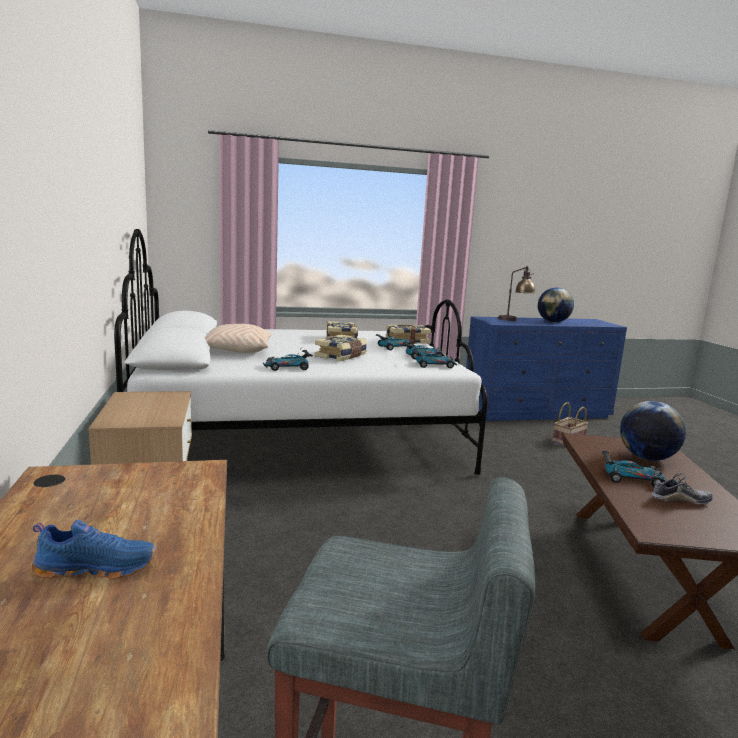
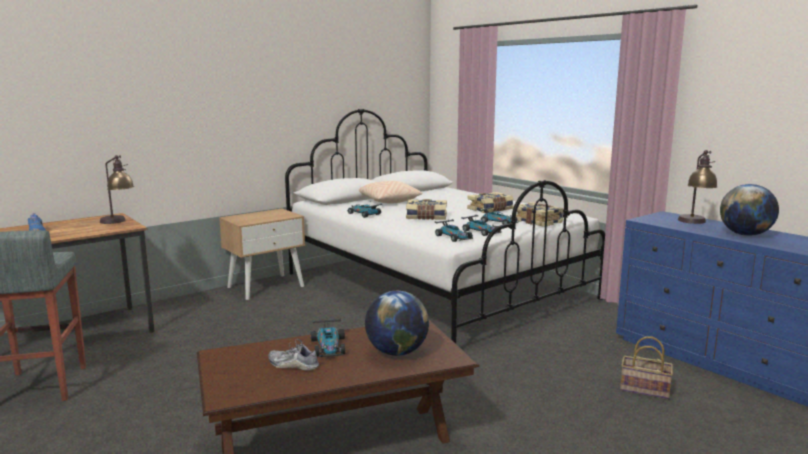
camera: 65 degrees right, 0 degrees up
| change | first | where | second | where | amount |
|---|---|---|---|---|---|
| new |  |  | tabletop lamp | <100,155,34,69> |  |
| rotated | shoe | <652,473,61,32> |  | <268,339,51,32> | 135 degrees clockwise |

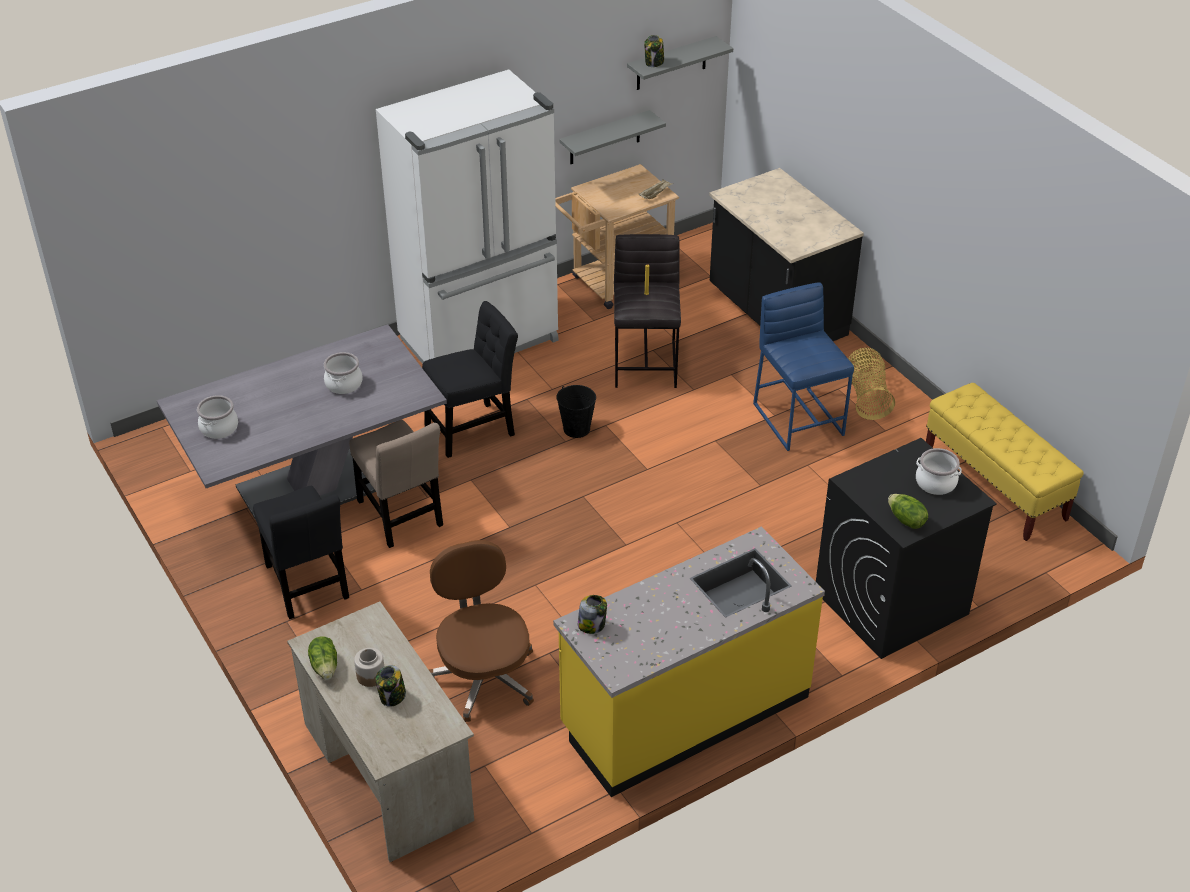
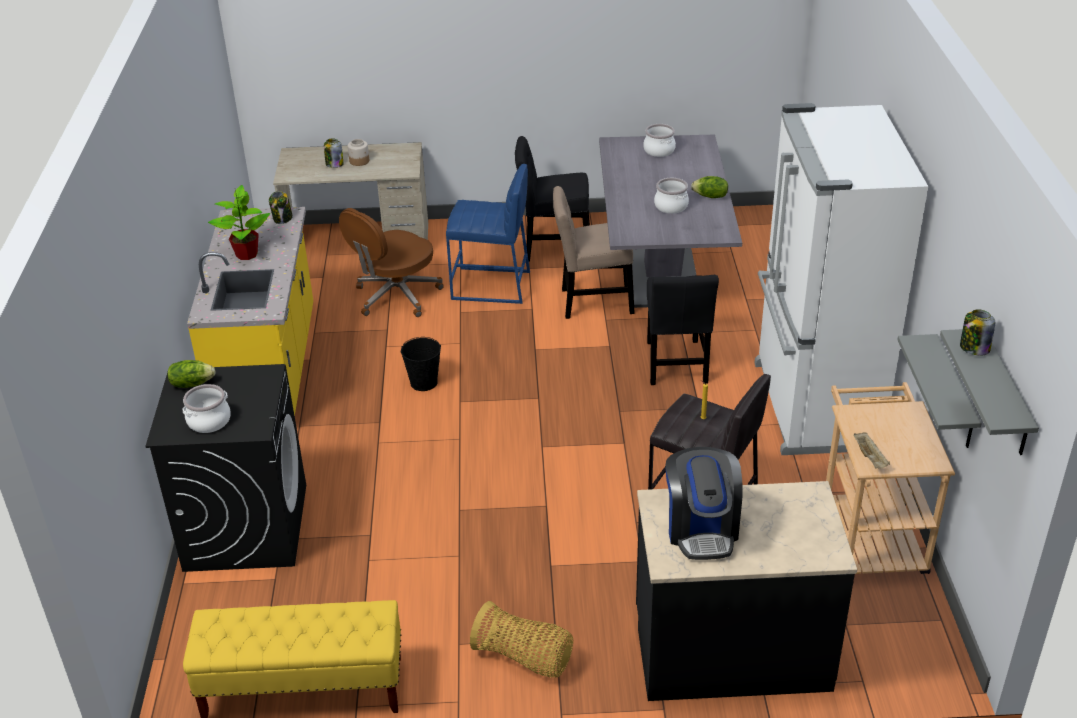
camera: 120 degrees right, 5 degrees down
| change | first | where | second | where | amount |
|---|---|---|---|---|---|
| new |  |  | plant in a pot | <208,185,62,75> |  |
| new |  |  | coffee machine | <665,447,78,113> |  |
| shifted | lettuce head | <308,636,29,44> |  | <691,176,37,22> |  |
| shifted | blackish bucket | <556,385,40,53> |  | <400,337,41,54> |  |
| shifted | bluish sitting stool | <753,282,101,169> |  | <446,164,84,140> |  |
| rotated | brown desk chair | <429,540,105,182> |  | <339,208,105,109> | 120 degrees clockwise |

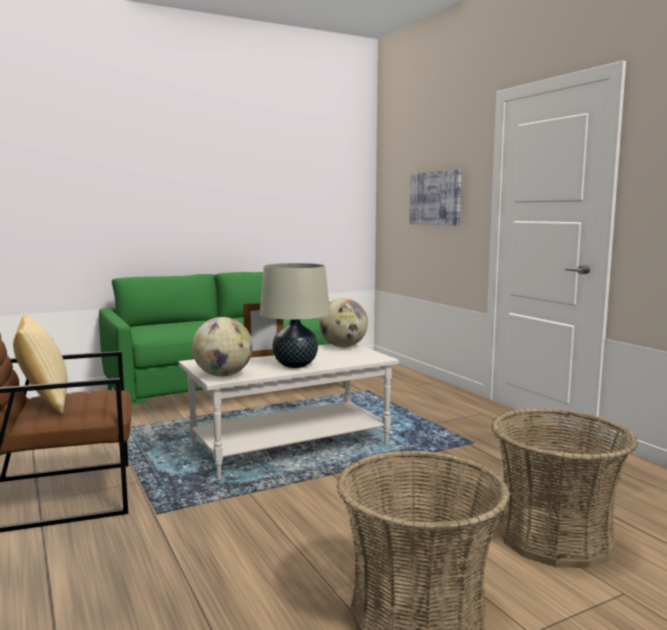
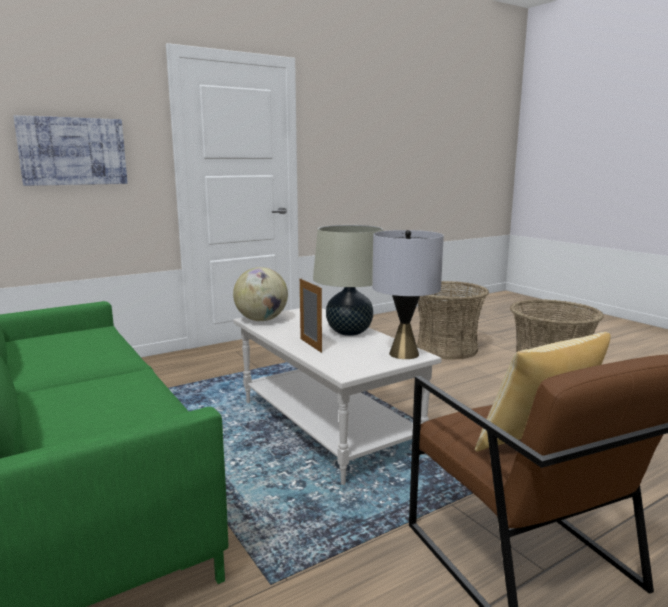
camera: 95 degrees left, 5 degrees up
| change | first | where | second | where | amount |
|---|---|---|---|---|---|
| swapped | globe | <192,317,61,60> | gray tabletop lamp | <372,230,72,129> |  |

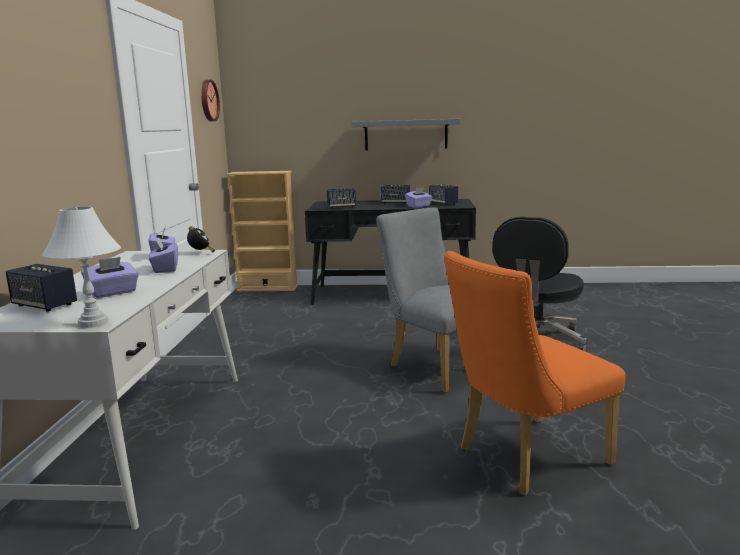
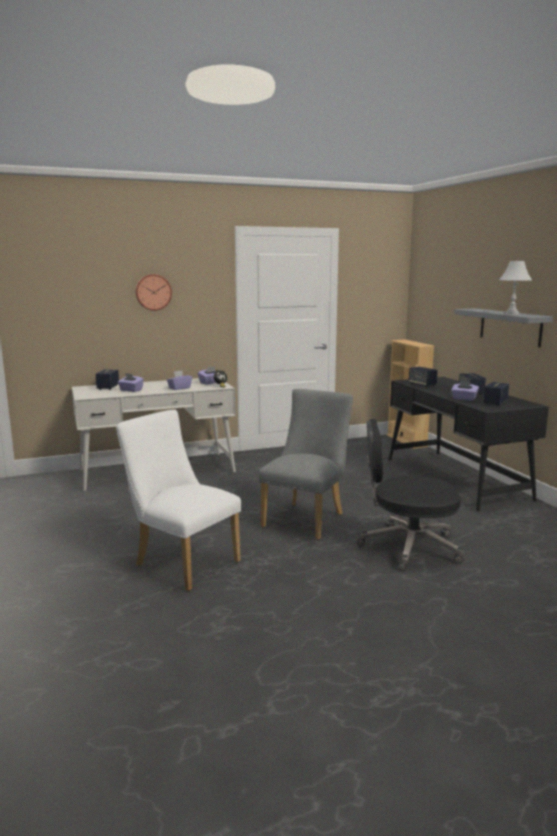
camera: 65 degrees right, 0 degrees up
| change | first | where | second | where | amount |
|---|---|---|---|---|---|
| shifted | whitish tabletop lamp | <42,207,79,121> |  | <499,260,33,54> |  |
| shifted | wall clock | <201,80,19,41> |  | <135,274,37,37> |  |
| repainted | orange upright chair | <444,251,182,245> | whitish upright chair | <116,410,125,181> |  |

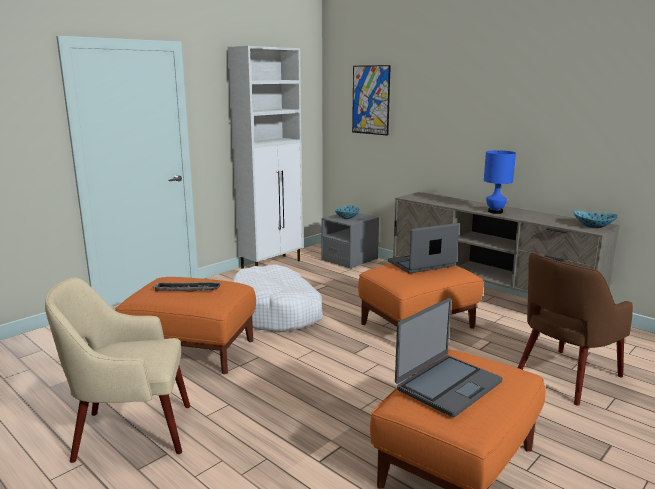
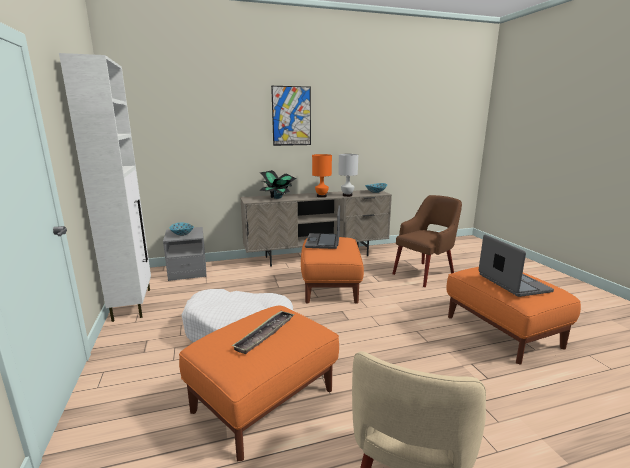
camera: 60 degrees left, 0 degrees up
| change | first | where | second | where | amount |
|---|---|---|---|---|---|
| new |  |  | plant in a pot | <260,170,37,29> |  |
| new |  |  | whitish tabletop lamp | <338,154,20,43> |  |
| shifted | wall art | <352,65,39,71> |  | <271,86,40,60> |  |
| repainted | bluish tabletop lamp | <484,150,32,64> | orange tabletop lamp | <312,154,20,44> |  |
| rotated | brown armchair | <518,253,115,153> |  | <392,195,70,92> | 120 degrees counterclockwise |

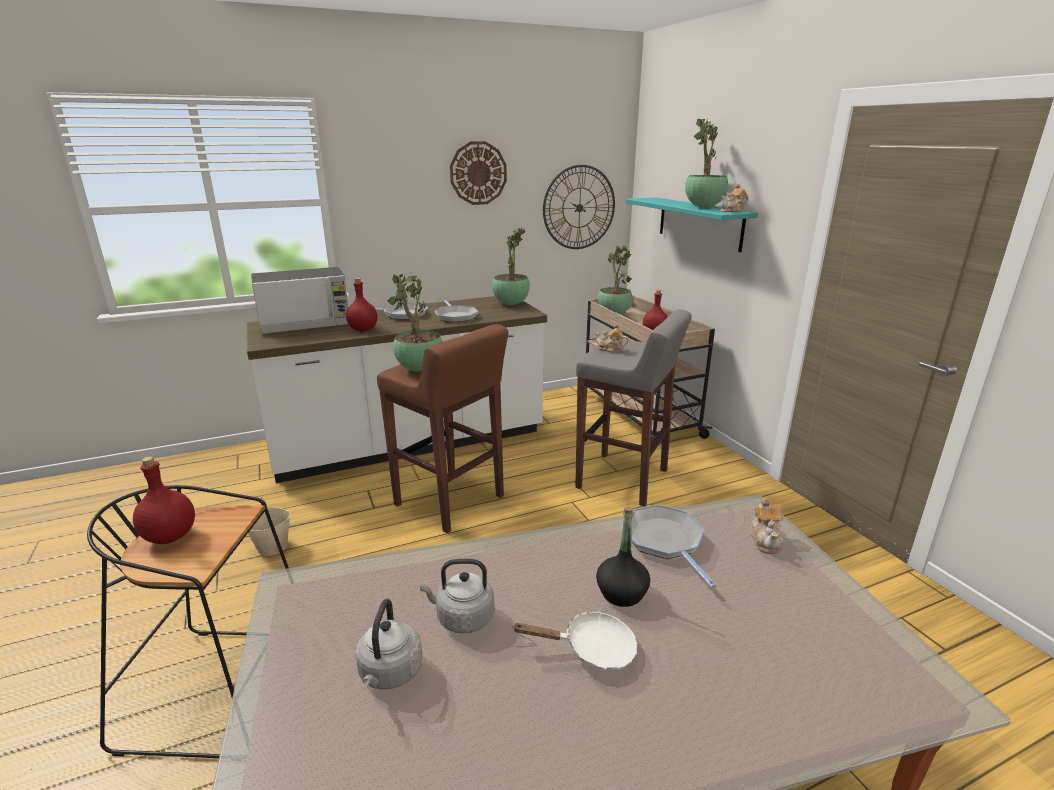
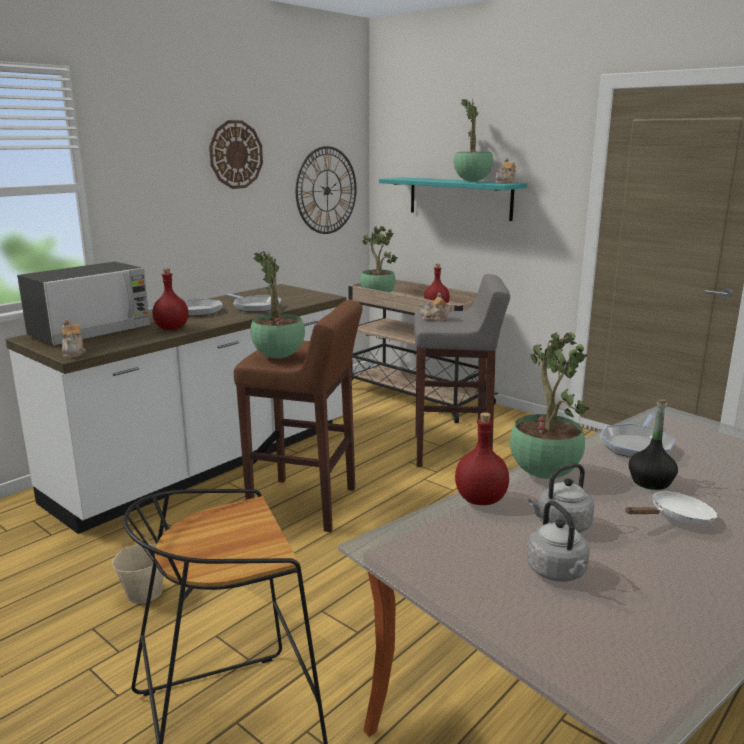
camera: 25 degrees left, 5 degrees down
| change | first | where | second | where | amount |
|---|---|---|---|---|---|
| shifted | reddish beverage bottle | <133,456,62,88> |  | <455,412,54,93> |  |
| shifted | plant in a pot | <492,228,38,77> |  | <510,332,79,147> |  |
| shifted | tea pot | <751,498,33,56> |  | <62,319,24,39> |  |
| rotated | frying pan | <622,504,94,84> |  | <600,413,75,45> | 105 degrees counterclockwise |

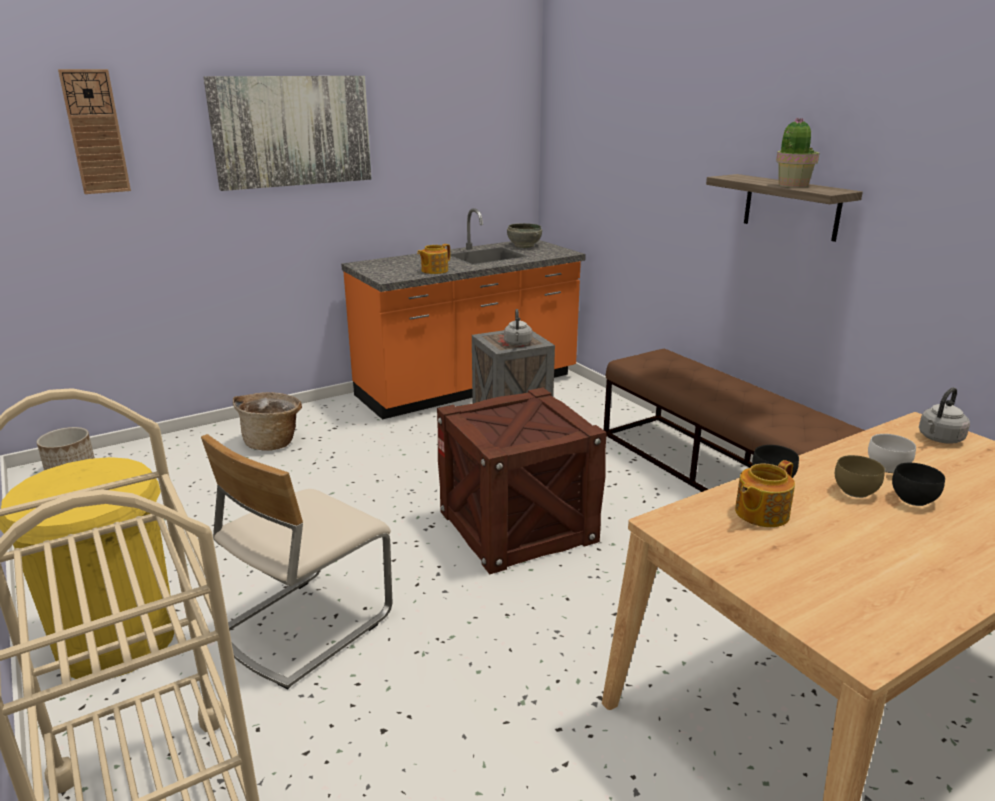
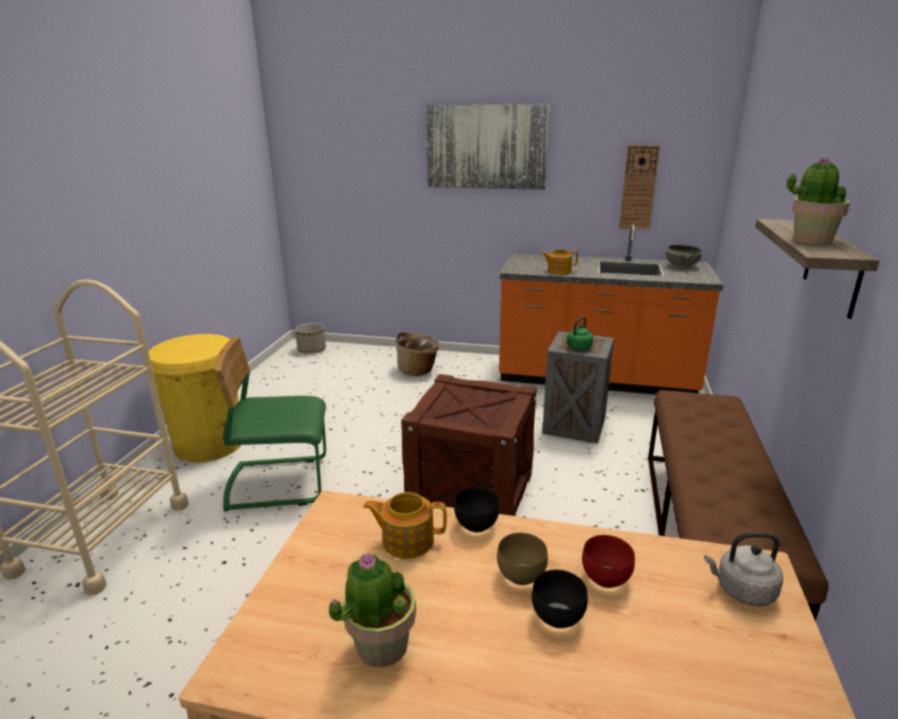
camera: 45 degrees right, 0 degrees up
| change | first | where | second | where | amount |
|---|---|---|---|---|---|
| new |  |  | plant in a pot | <328,553,88,115> |  |
| shifted | wall clock | <58,69,73,125> |  | <619,145,41,85> |  |
| repainted | beige upright chair | <201,434,191,255> | green upright chair | <215,337,111,174> |  |
| repainted | gray tea kettle | <504,309,28,37> | green tea kettle | <566,317,27,34> |  |
| repainted | whitish serving bowl | <868,434,48,39> | reddish serving bowl | <582,535,53,53> |  |

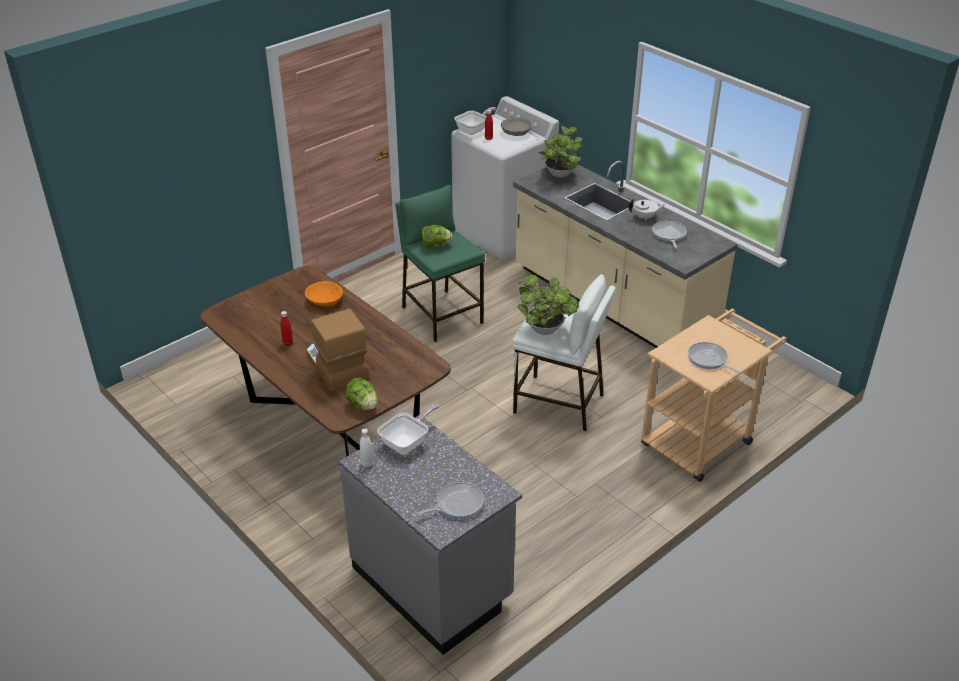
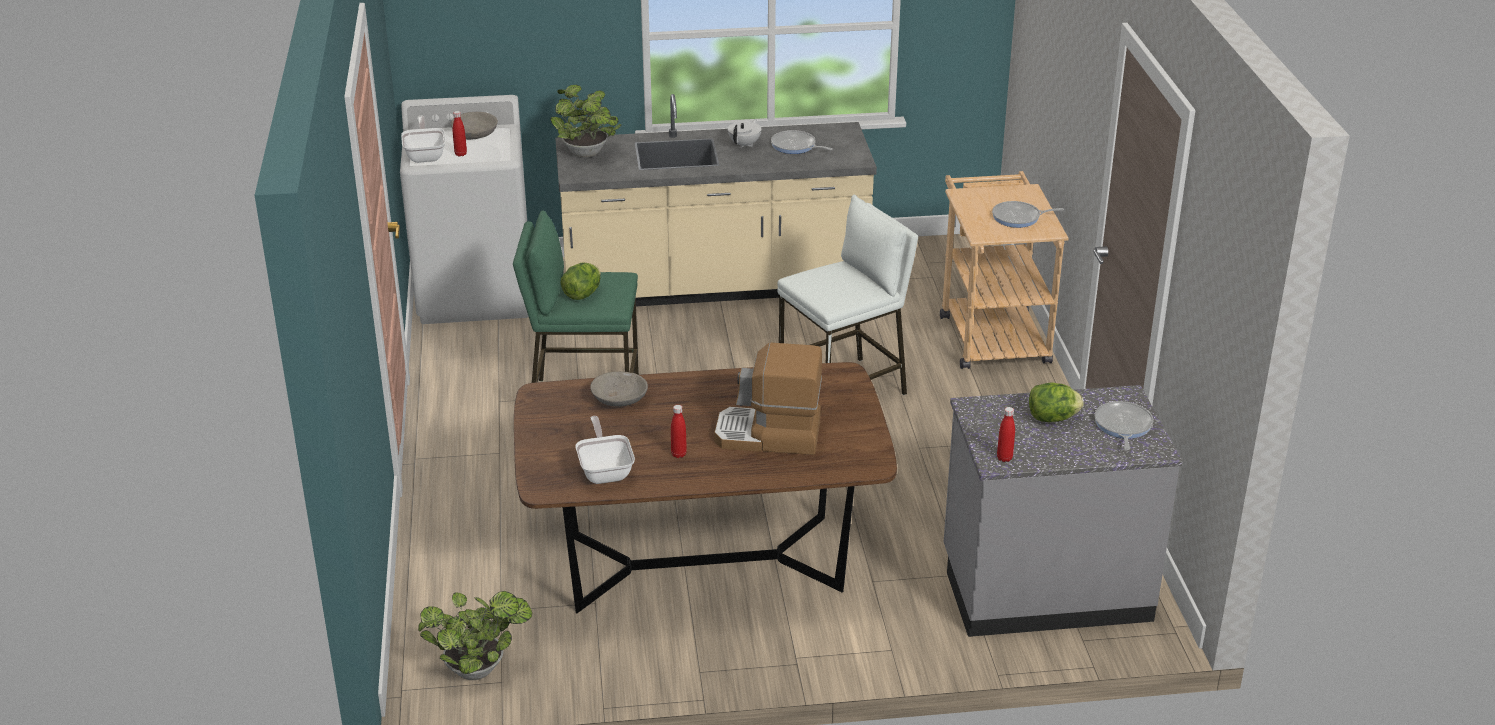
camera: 55 degrees left, 5 degrees down
| change | first | where | second | where | amount |
|---|---|---|---|---|---|
| shifted | lettuce head | <345,377,32,33> |  | <1029,383,55,39> |  |
| shifted | frying pan | <377,404,62,50> |  | <575,416,60,68> |  |
| shifted | plant in a pot | <518,275,61,60> |  | <418,591,114,89> |  |
| repainted | orange serving bowl | <305,281,38,26> | gray serving bowl | <590,372,58,35> |  |
| repainted | whitish beverage bottle | <360,428,13,39> | reddish beverage bottle | <997,407,18,55> |  |

